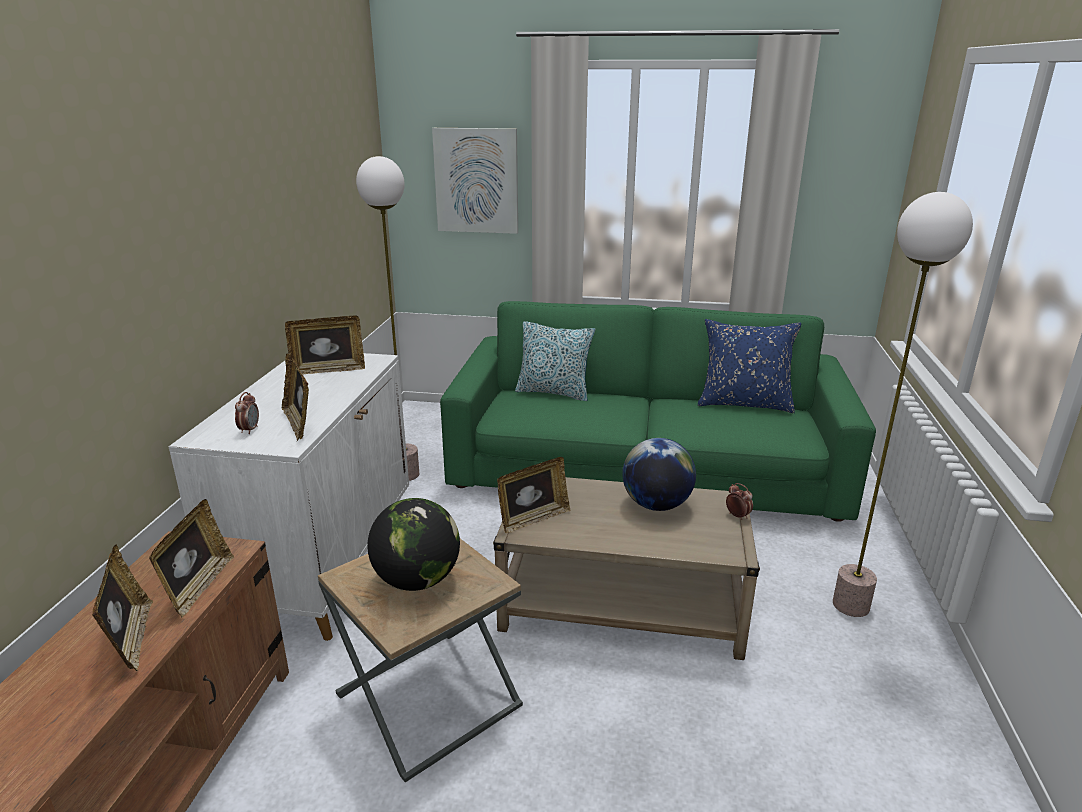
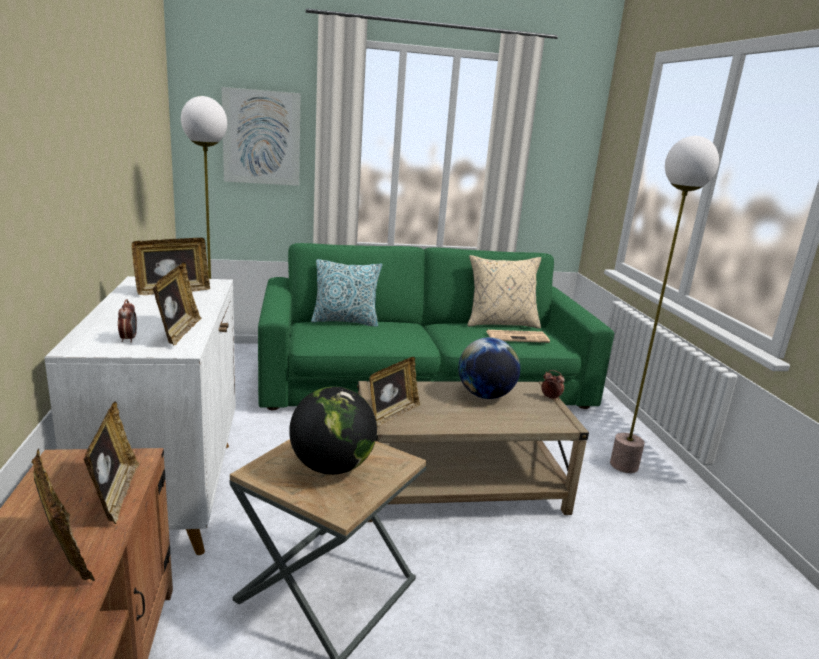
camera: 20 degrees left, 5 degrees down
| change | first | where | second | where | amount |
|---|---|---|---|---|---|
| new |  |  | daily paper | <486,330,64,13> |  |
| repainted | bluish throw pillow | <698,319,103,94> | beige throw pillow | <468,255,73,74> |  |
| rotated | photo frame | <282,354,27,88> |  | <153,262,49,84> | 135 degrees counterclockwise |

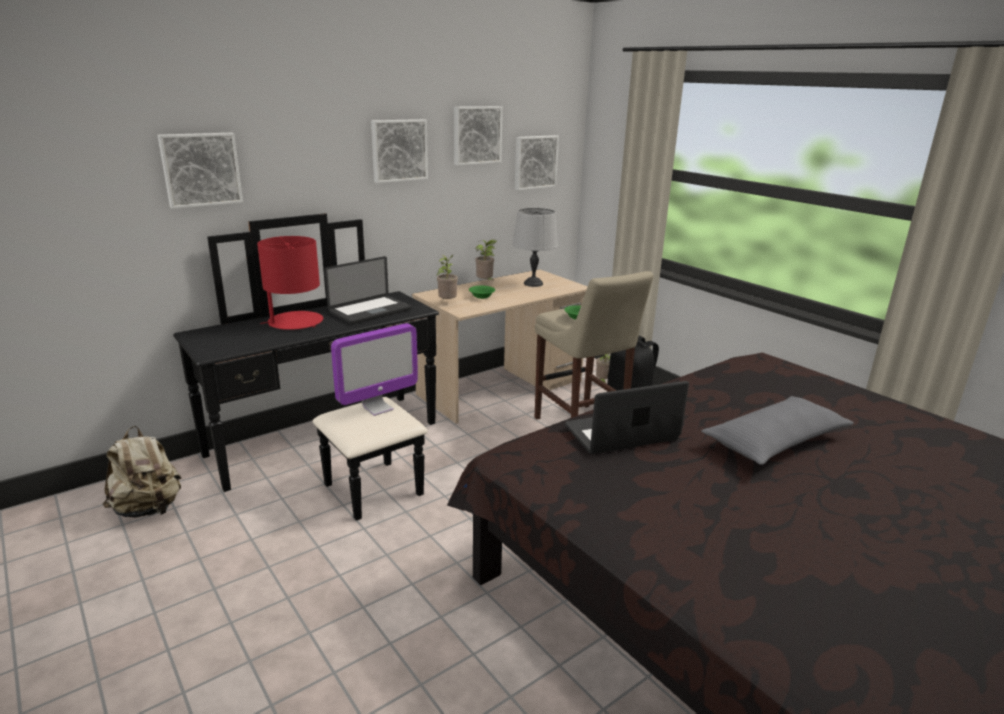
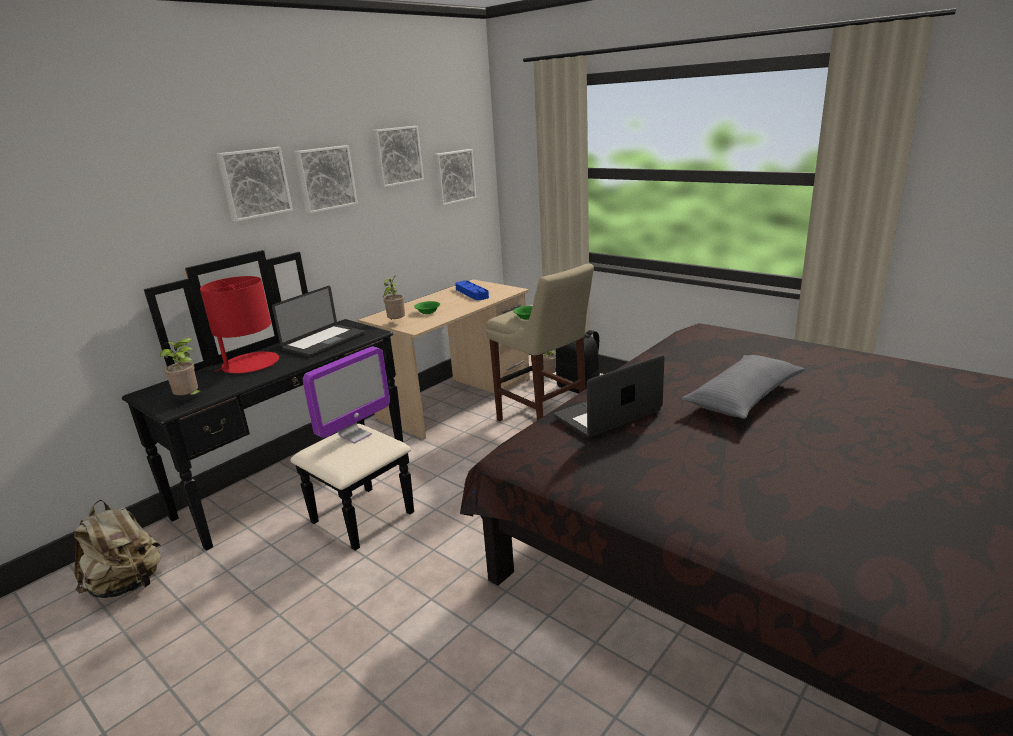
camera: 10 degrees left, 0 degrees up
| change | first | where | second | where | amount |
|---|---|---|---|---|---|
| shifted | wall art | <158,133,85,76> |  | <216,147,77,75> |  |
| shifted | plant in a pot | <475,240,22,40> |  | <160,338,43,57> |  |
| swapped | gray tabletop lamp | <512,208,46,79> | bluish serving tray | <455,281,34,19> |  |

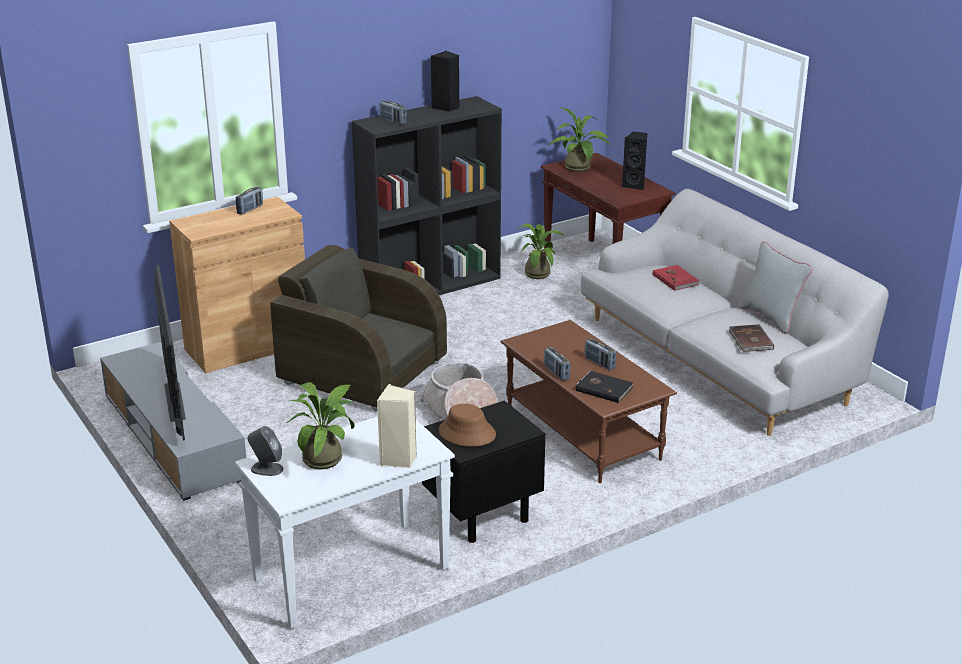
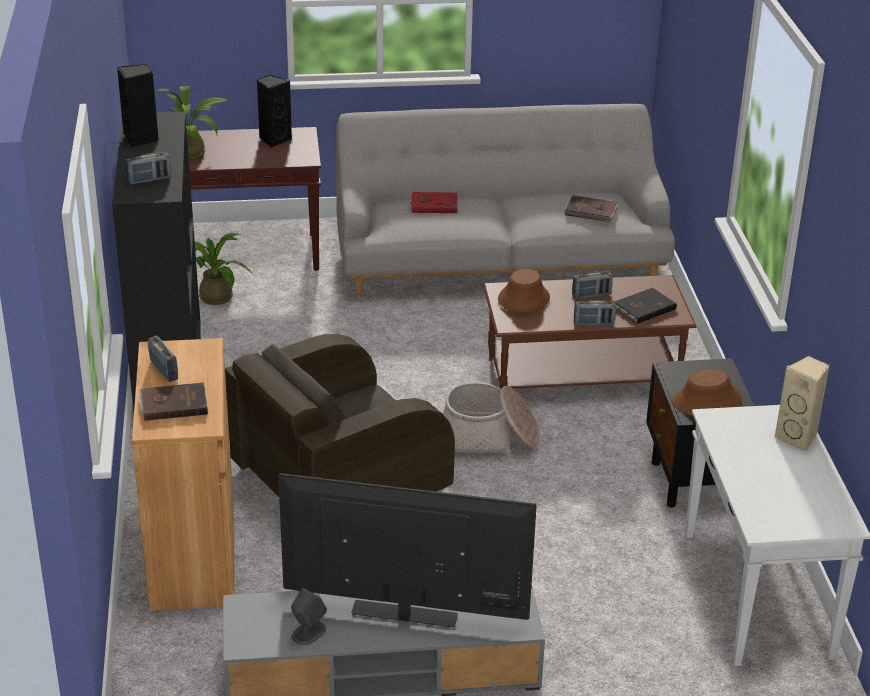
camera: 65 degrees left, 5 degrees up
| change | first | where | second | where | amount |
|---|---|---|---|---|---|
| gone | plant in a pot | <287,382,68,87> |  |  |  |
| gone | gray throw pillow | <739,241,73,93> |  |  |  |
| new |  |  | brown book | <139,382,69,39> |  |
| new |  |  | brown wearable hat | <498,269,52,44> |  |
| shifted | gray audio speaker | <247,426,36,50> |  | <291,588,36,57> |  |

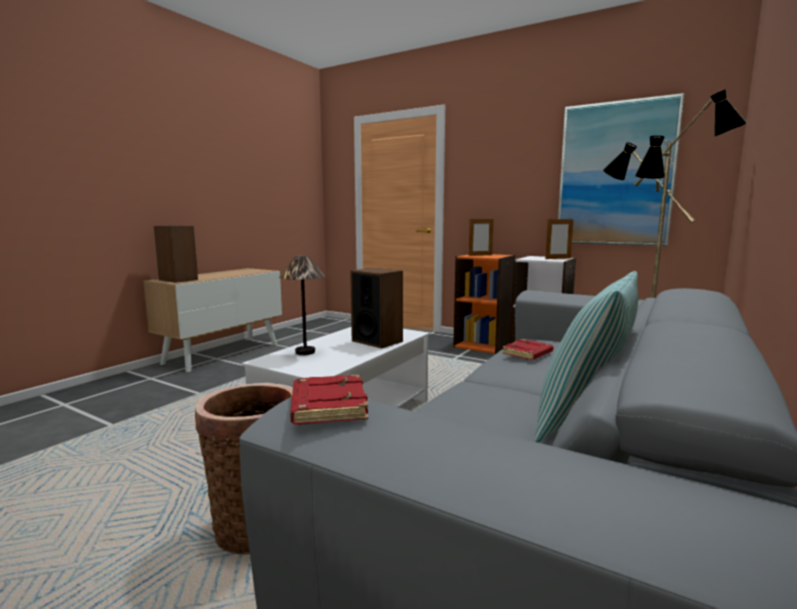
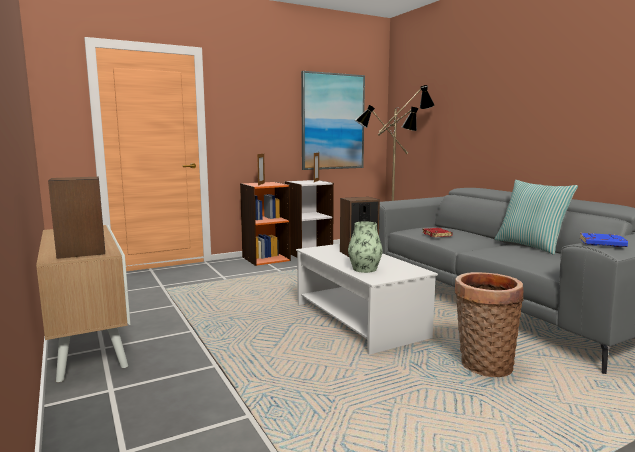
camera: 60 degrees left, 0 degrees up
| change | first | where | second | where | amount |
|---|---|---|---|---|---|
| swapped | tabletop lamp | <279,255,46,100> | flower vase | <348,221,35,52> |  |
| repainted | reddish book | <290,375,78,50> | bluish book | <580,233,48,14> |  |

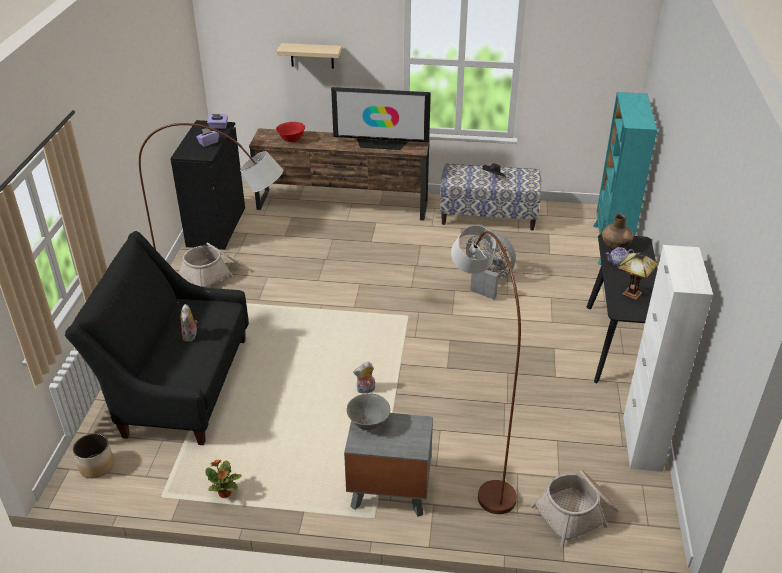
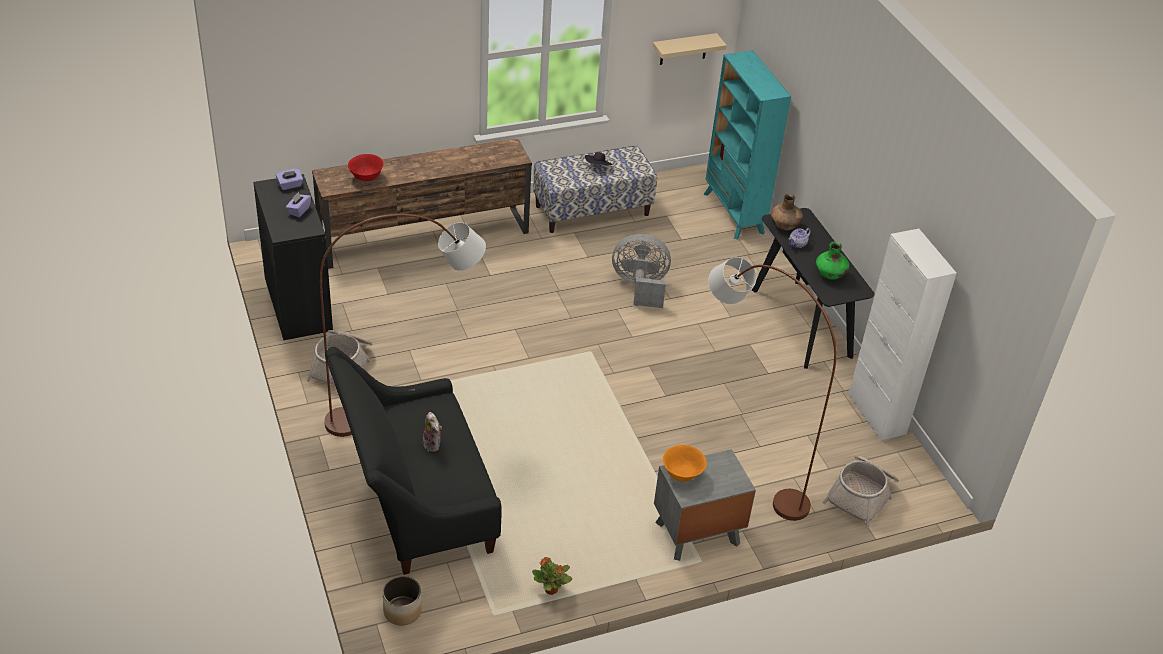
camera: 30 degrees left, 5 degrees up
| change | first | where | second | where | amount |
|---|---|---|---|---|---|
| gone | television | <331,87,100,63> |  |  |  |
| gone | soft toy | <353,362,22,32> |  |  |  |
| shifted | beige bracket shelf | <277,43,65,26> |  | <653,33,74,32> |  |
| swapped | tabletop lamp | <617,252,42,48> | green flower vase | <816,242,33,37> |  |
| repainted | gray serving bowl | <346,393,44,37> | orange serving bowl | <663,445,44,37> |  |

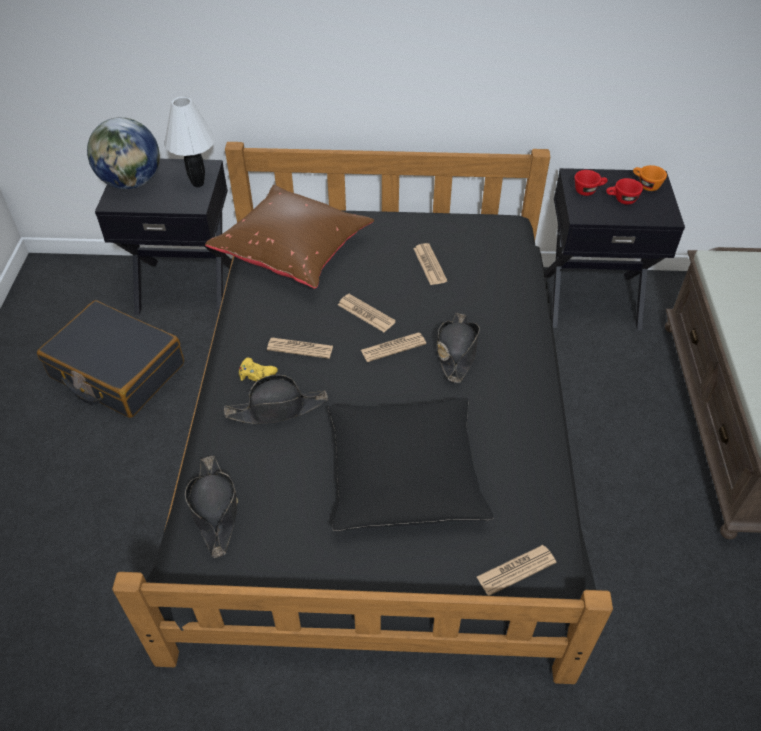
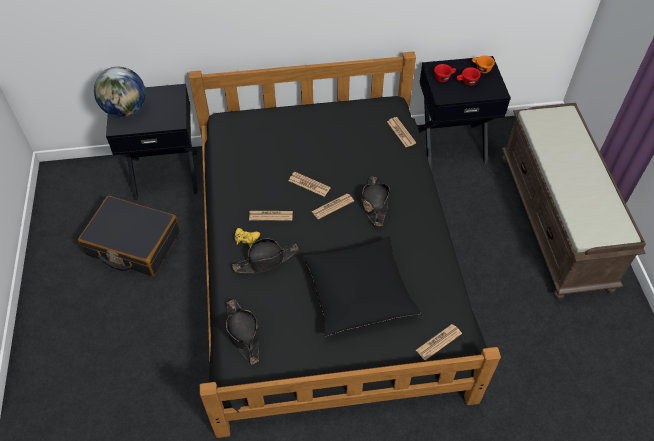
camera: 10 degrees left, 5 degrees up
| change | first | where | second | where | amount |
|---|---|---|---|---|---|
| gone | whitish tabletop lamp | <164,96,51,91> |  |  |  |
| gone | brown throw pillow | <205,185,169,104> |  |  |  |
| shifted | daily paper | <413,243,34,42> |  | <387,117,29,30> |  |

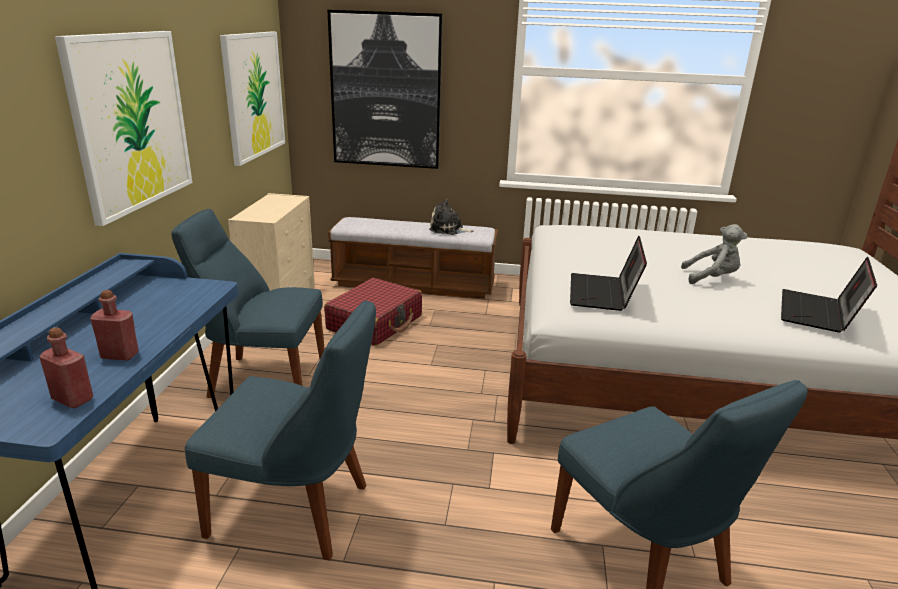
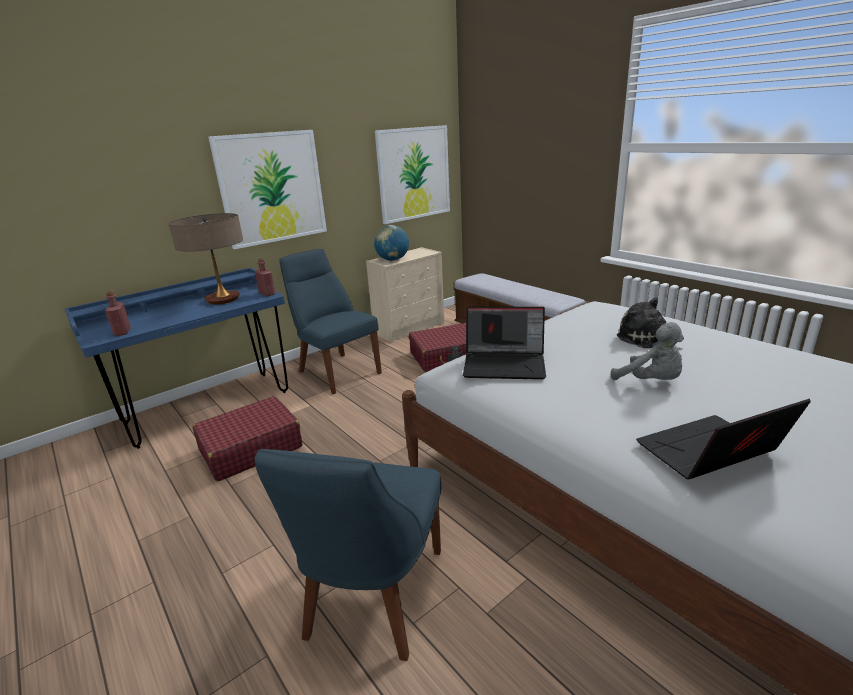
camera: 45 degrees right, 0 degrees up
| change | first | where | second | where | amount |
|---|---|---|---|---|---|
| gone | wall art | <327,10,116,159> |  |  |  |
| new |  |  | tabletop lamp | <169,213,74,92> |  |
| new |  |  | globe | <374,225,35,36> |  |
| shifted | reddish beverage bottle | <90,290,49,71> |  | <255,258,20,39> |  |
| shifted | soft toy | <429,199,45,36> |  | <617,298,65,52> |  |
| swapped | bluish upright chair | <185,300,191,260> | reddish piece of luggage | <192,396,111,85> |  |
| rotated | portable computer | <570,236,77,75> |  | <463,307,83,73> | 135 degrees counterclockwise |

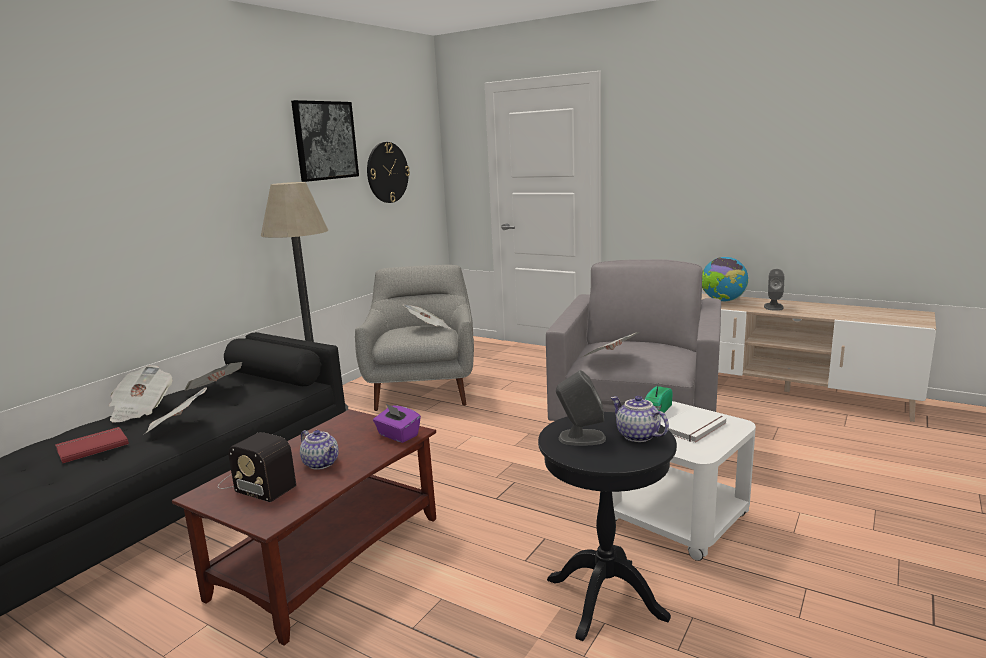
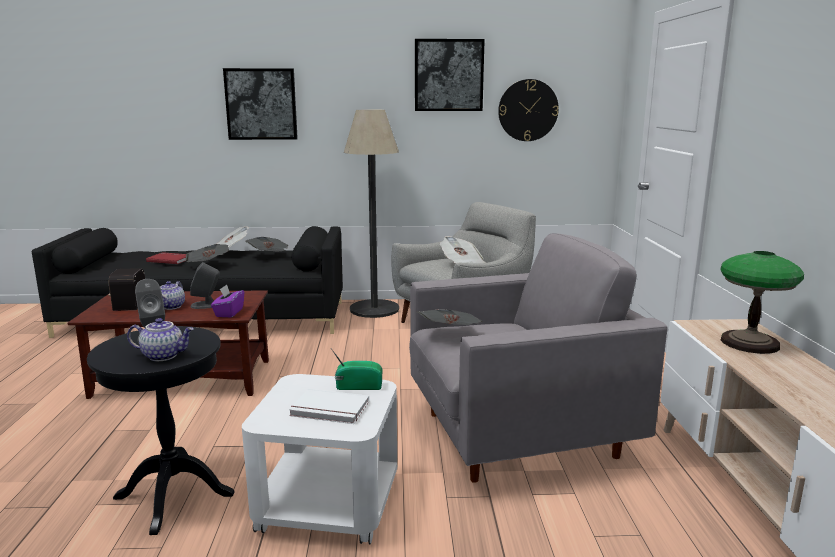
camera: 55 degrees right, 0 degrees up
| change | first | where | second | where | amount |
|---|---|---|---|---|---|
| new |  |  | wall art | <223,68,75,72> |  |
| shifted | gray audio speaker | <764,269,20,42> |  | <190,262,30,47> |  |
| swapped | globe | <702,257,47,45> | tabletop lamp | <721,251,83,103> |  |
| rotated | tea pot | <610,396,59,46> |  | <127,318,67,43> | 75 degrees clockwise |

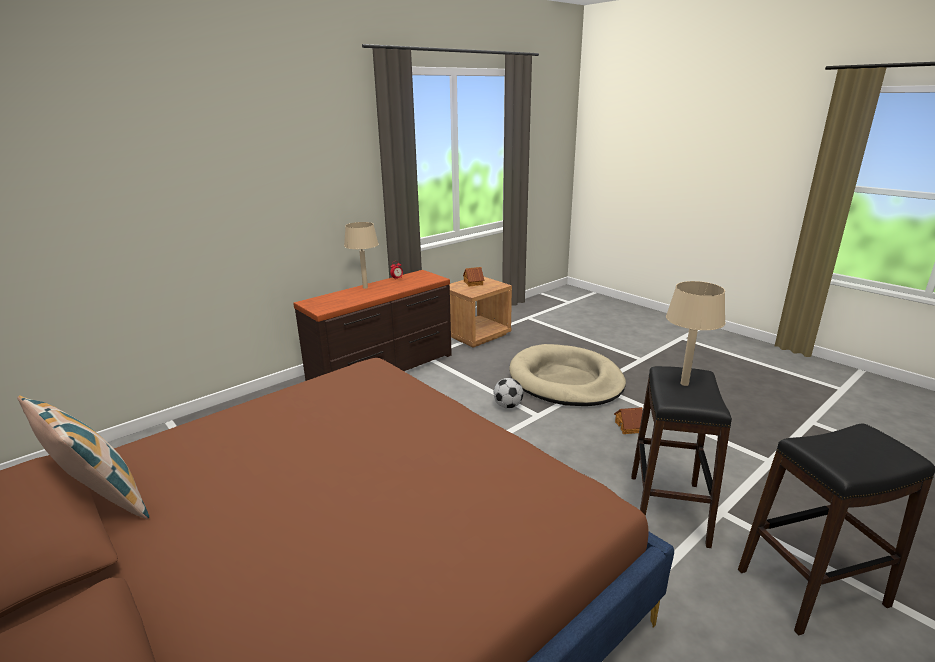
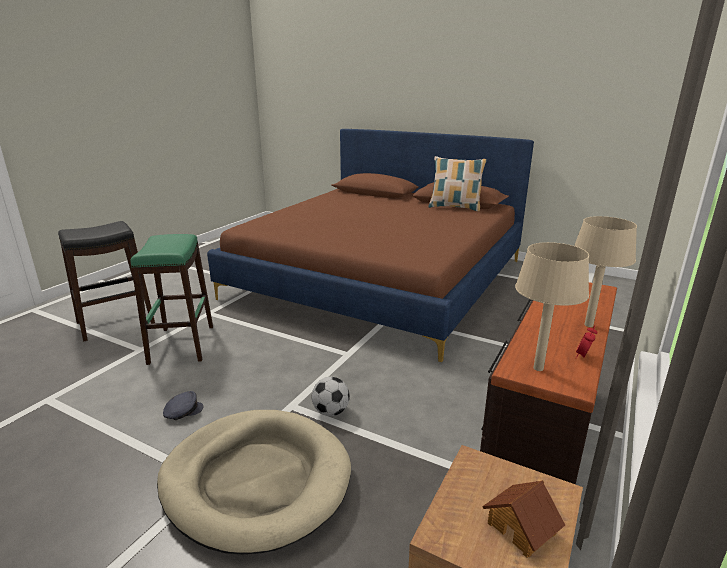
camera: 160 degrees right, 0 degrees up
| change | first | where | second | where | amount |
|---|---|---|---|---|---|
| shifted | beige tabletop lamp | <666,281,60,105> |  | <515,242,74,129> |  |
| swapped | toy house | <614,407,29,27> | gray peaked cap | <163,391,41,29> |  |
| repainted | blackish sitting stool | <631,366,101,182> | green sitting stool | <130,234,83,131> |  |

